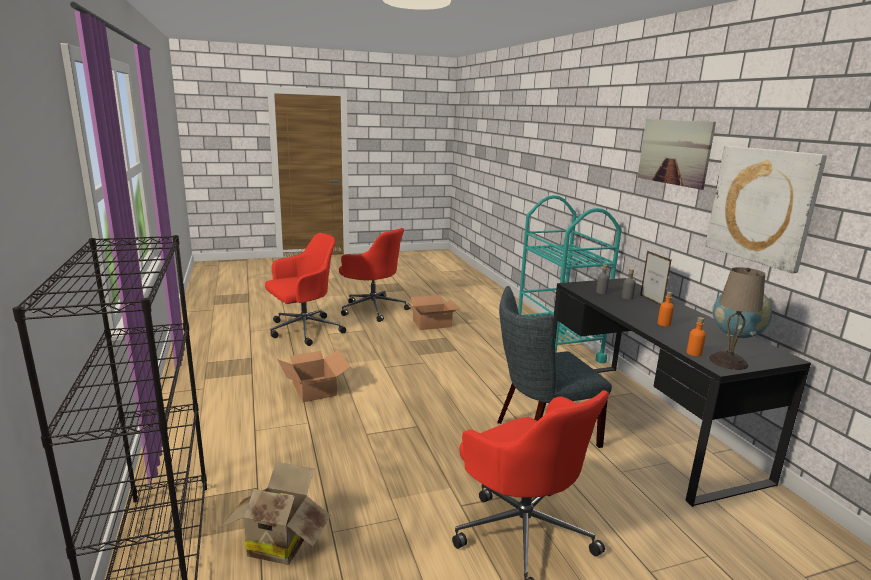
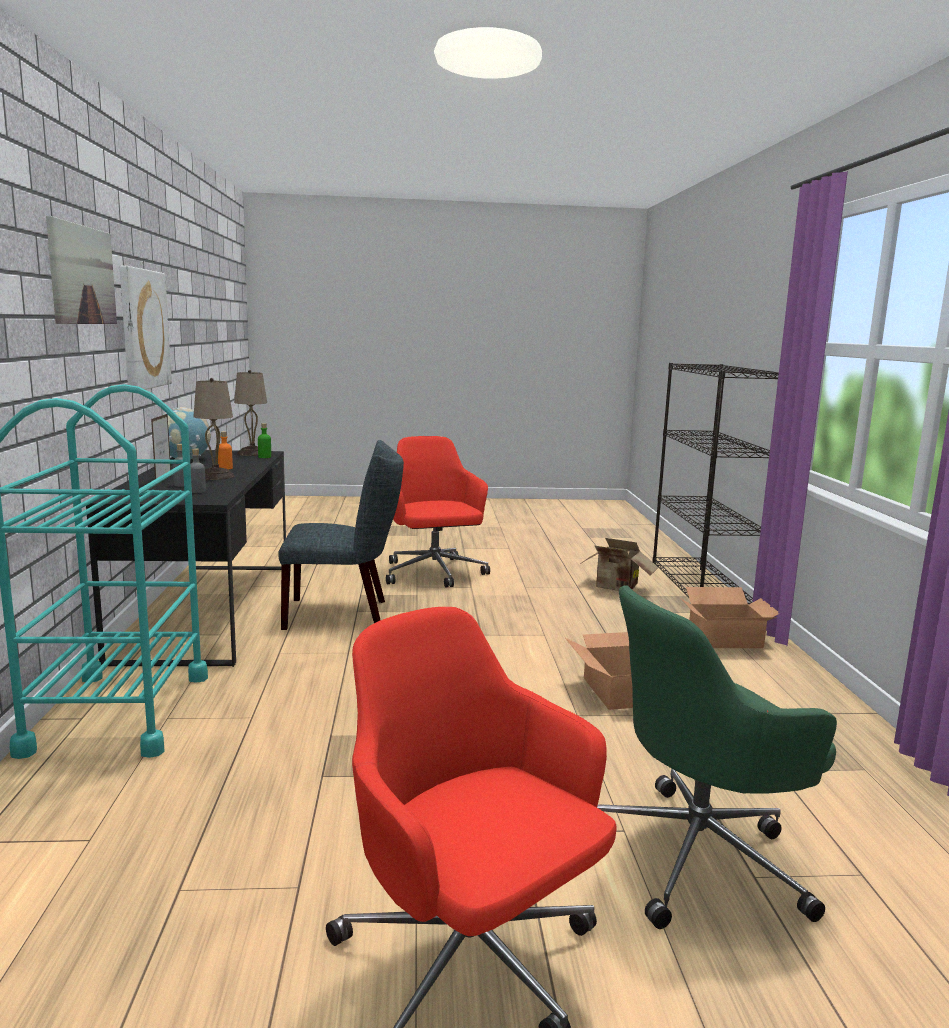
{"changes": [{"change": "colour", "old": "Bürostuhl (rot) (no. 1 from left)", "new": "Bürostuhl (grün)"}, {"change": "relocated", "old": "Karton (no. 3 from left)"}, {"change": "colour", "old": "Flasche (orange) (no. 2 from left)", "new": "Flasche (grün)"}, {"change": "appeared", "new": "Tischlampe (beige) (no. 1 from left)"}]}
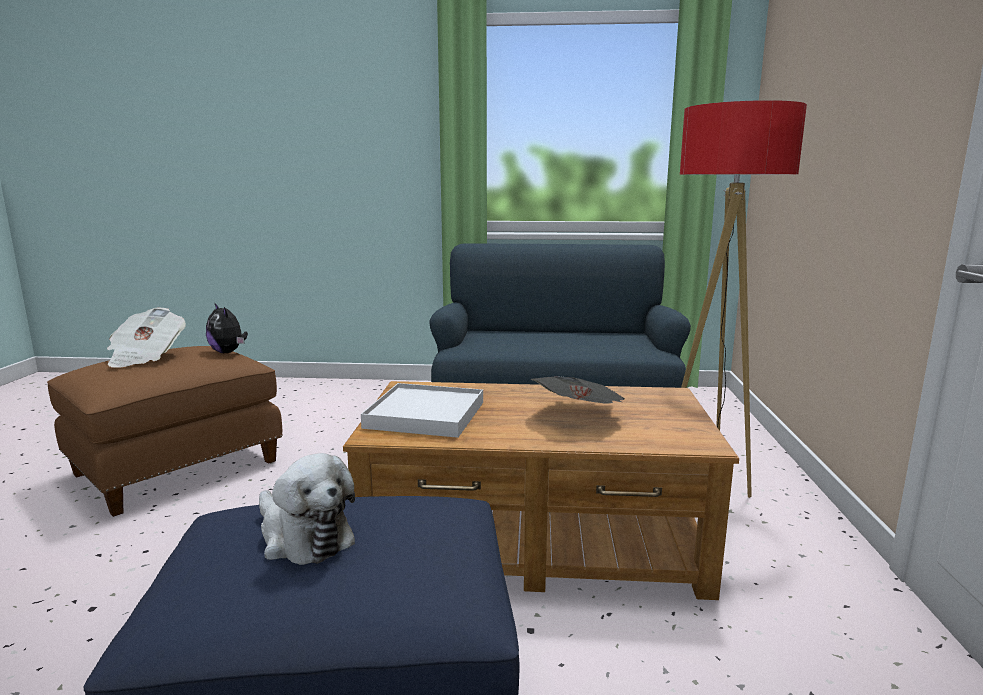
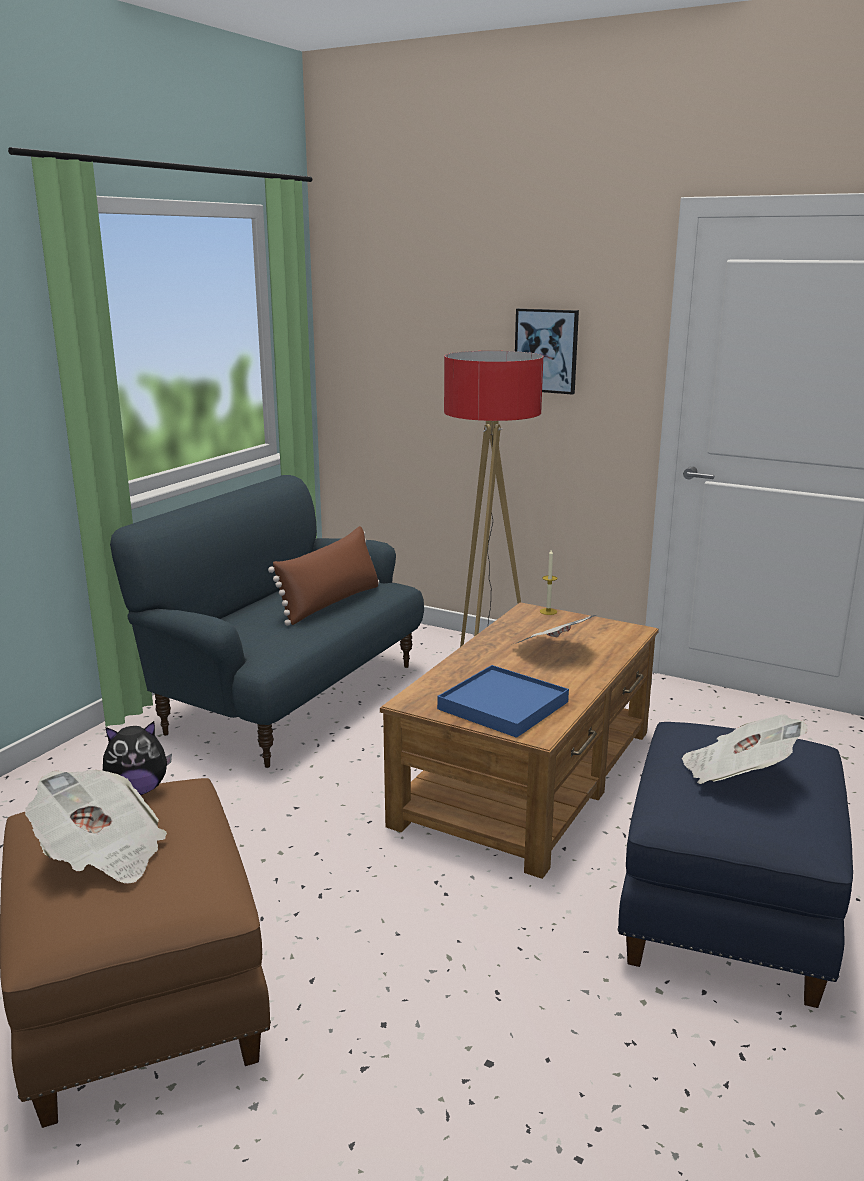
{"changes": [{"change": "colour", "old": "Tablett (weiß)", "new": "Tablett (blau)"}, {"change": "exchanged", "old": "Plüschtier (no. 2 from left)", "new": "Zeitung (no. 3 from left)"}, {"change": "appeared", "new": "Bild"}, {"change": "appeared", "new": "Kissen (braun)"}, {"change": "appeared", "new": "Kerze"}]}
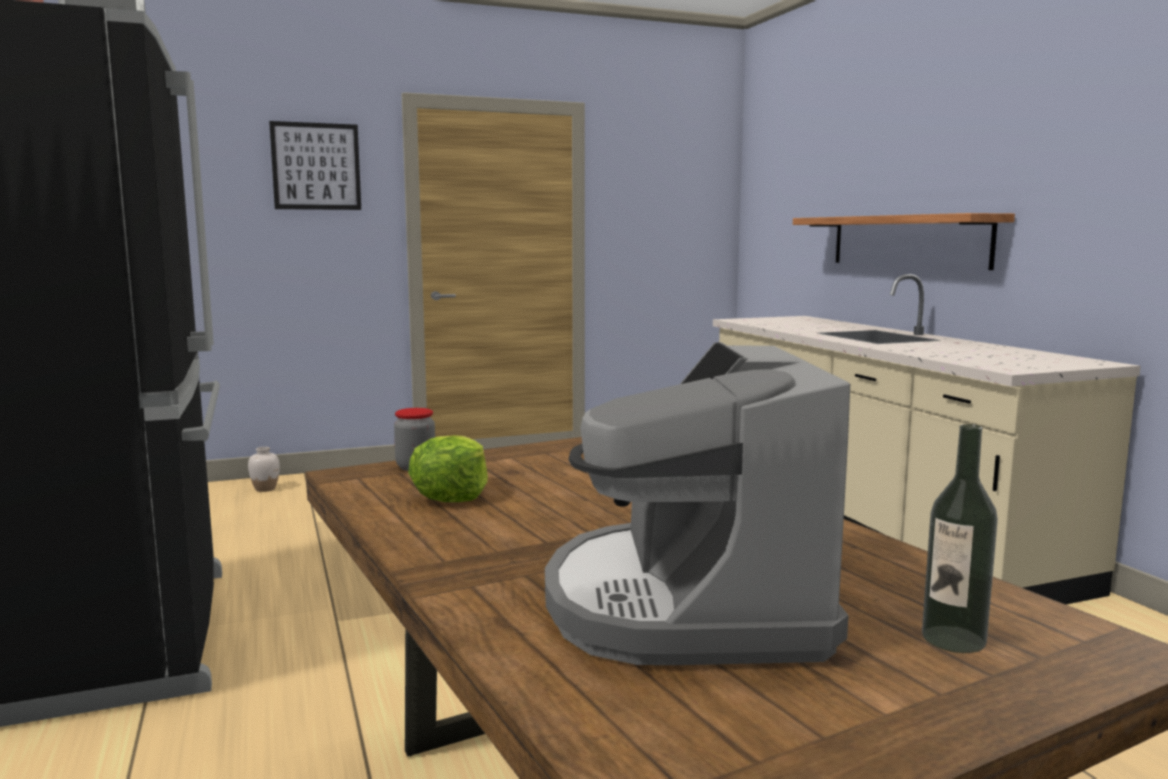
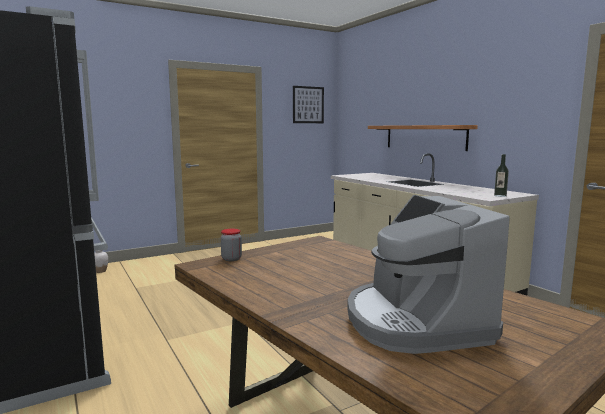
{"changes": [{"change": "relocated", "old": "Bild"}, {"change": "relocated", "old": "Flasche"}, {"change": "missing", "old": "Salatkopf"}]}
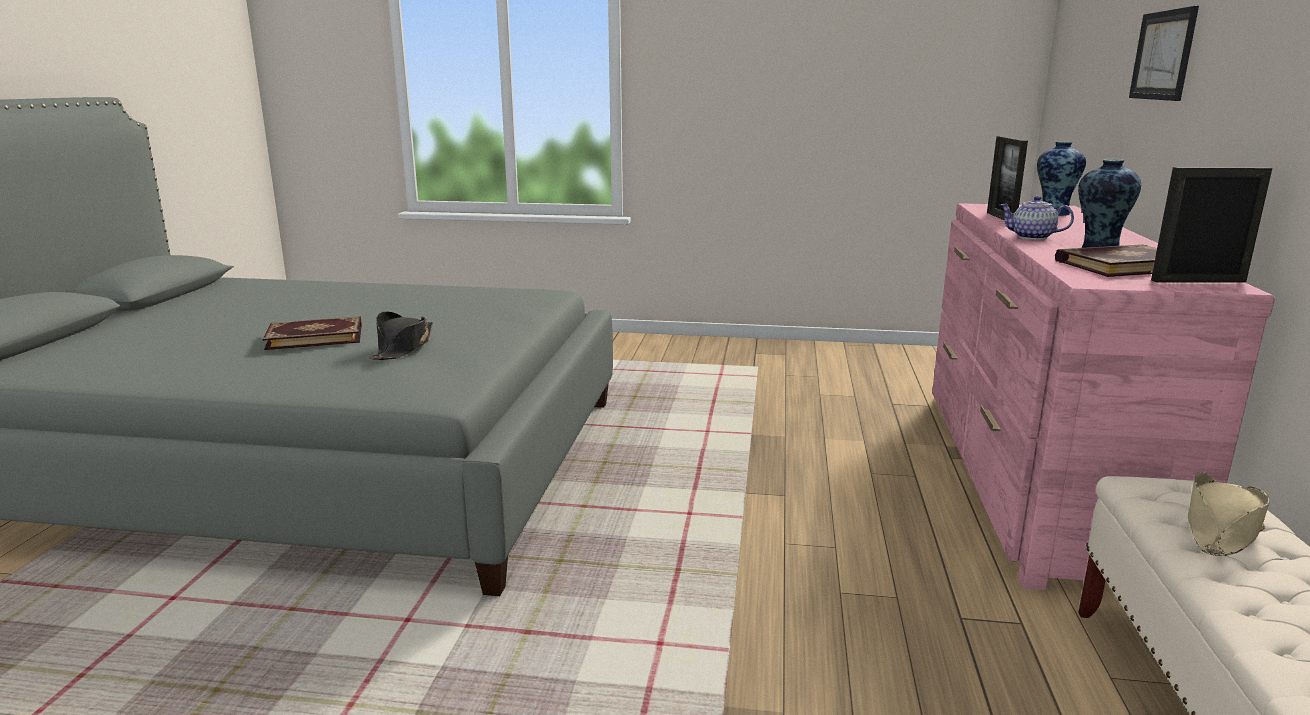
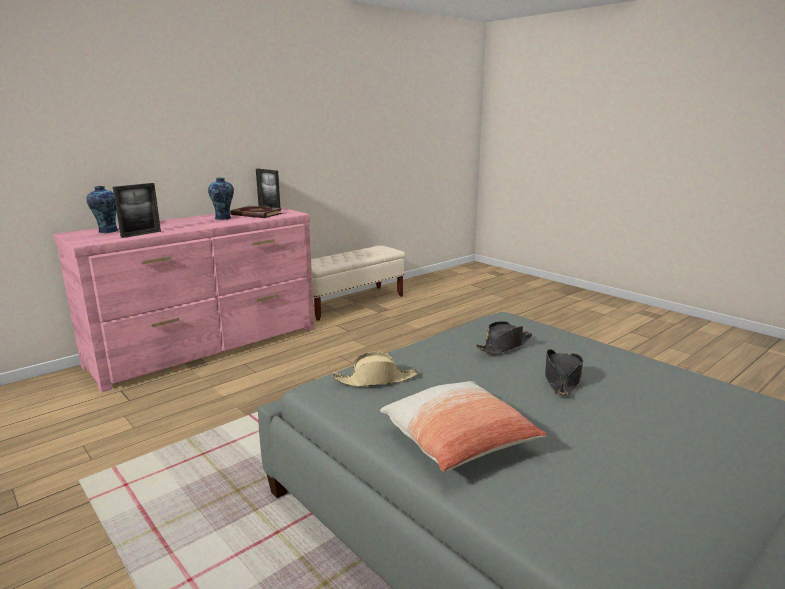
{"changes": [{"change": "missing", "old": "Bild"}, {"change": "missing", "old": "Teekanne"}, {"change": "exchanged", "old": "Buch (no. 1 from left)", "new": "Hut (schwarz) (no. 2 from left)"}, {"change": "relocated", "old": "Hut (beige)"}, {"change": "appeared", "new": "Kissen"}]}
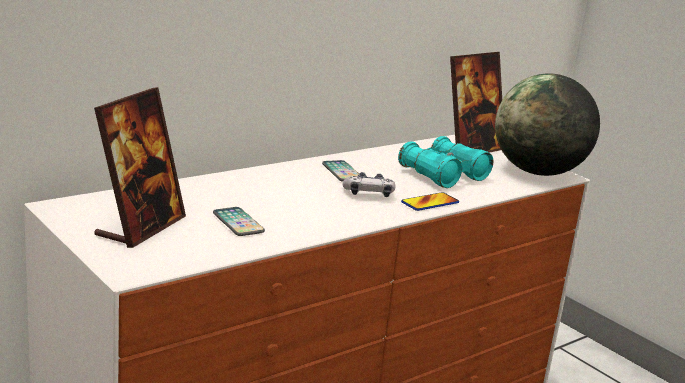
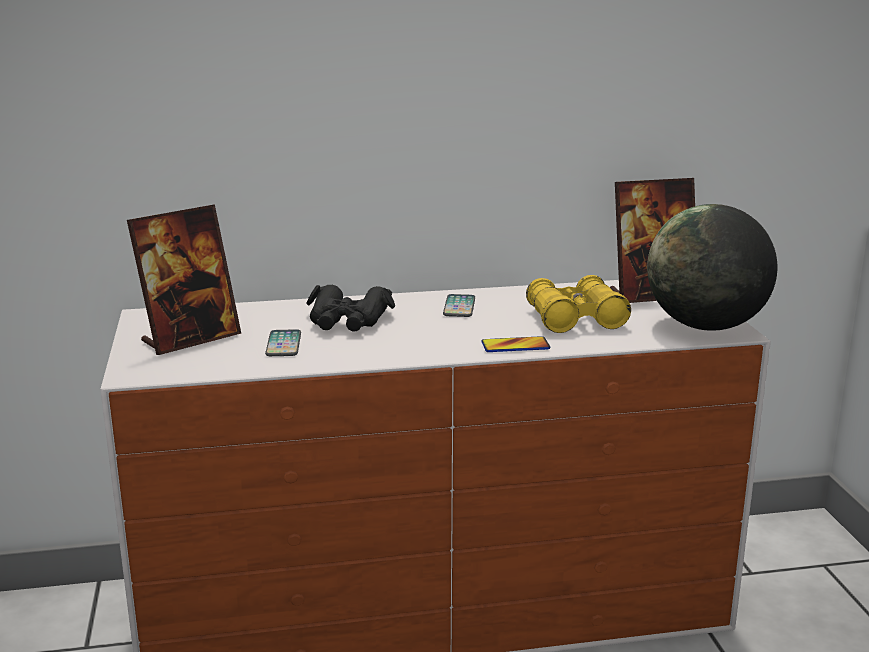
{"changes": [{"change": "colour", "old": "Fernglas (türkis)", "new": "Fernglas (gelb)"}, {"change": "missing", "old": "Gamepad"}, {"change": "appeared", "new": "Fernglas (schwarz)"}]}
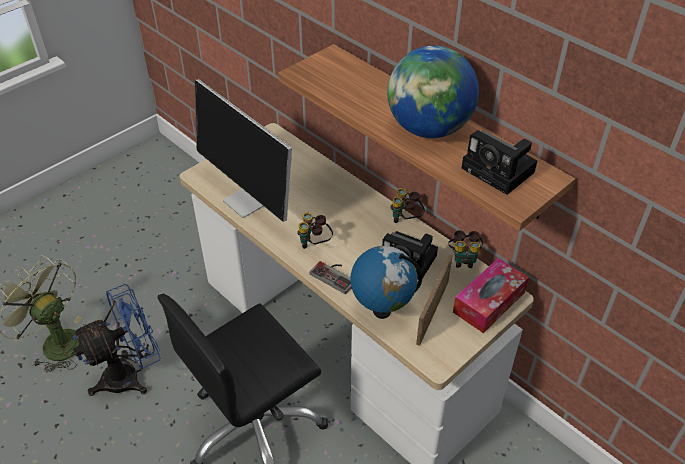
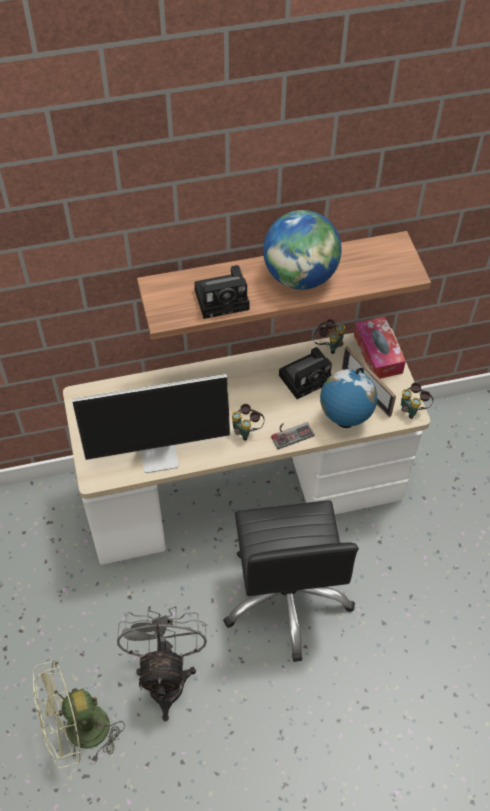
{"changes": [{"change": "relocated", "old": "Kamera (no. 2 from left in the first image)", "new": "Kamera (no. 1 from left)"}, {"change": "relocated", "old": "Fernglas (no. 2 from left in the first image)", "new": "Fernglas (no. 3 from left)"}, {"change": "colour", "old": "Ventilator (blau)", "new": "Ventilator (grau)"}]}
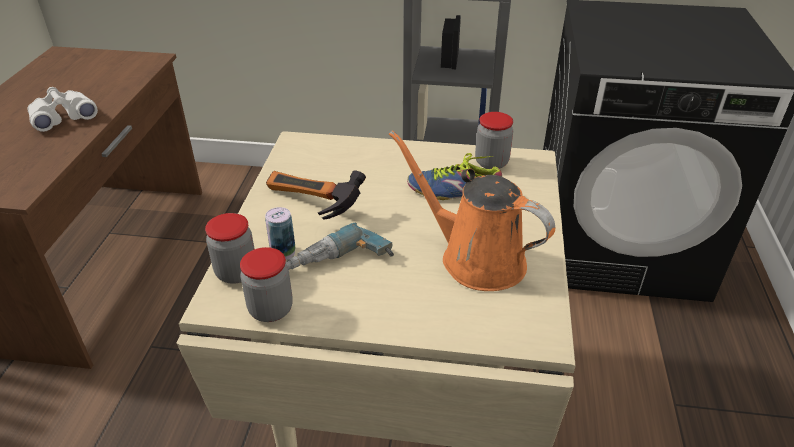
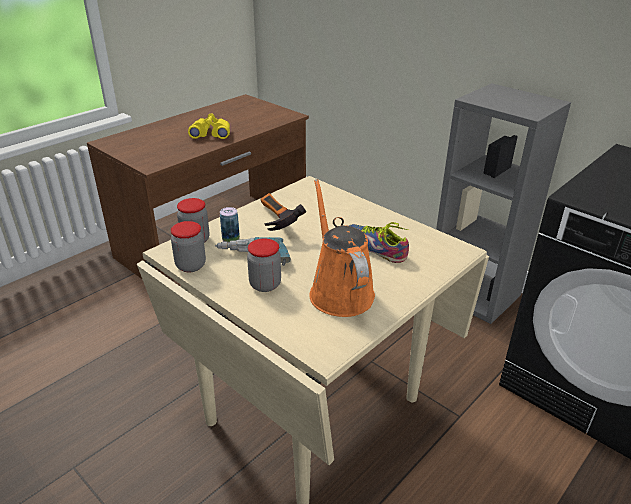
{"changes": [{"change": "colour", "old": "Fernglas (weiß)", "new": "Fernglas (gelb)"}, {"change": "relocated", "old": "Vorratsglas (no. 3 from left)"}]}
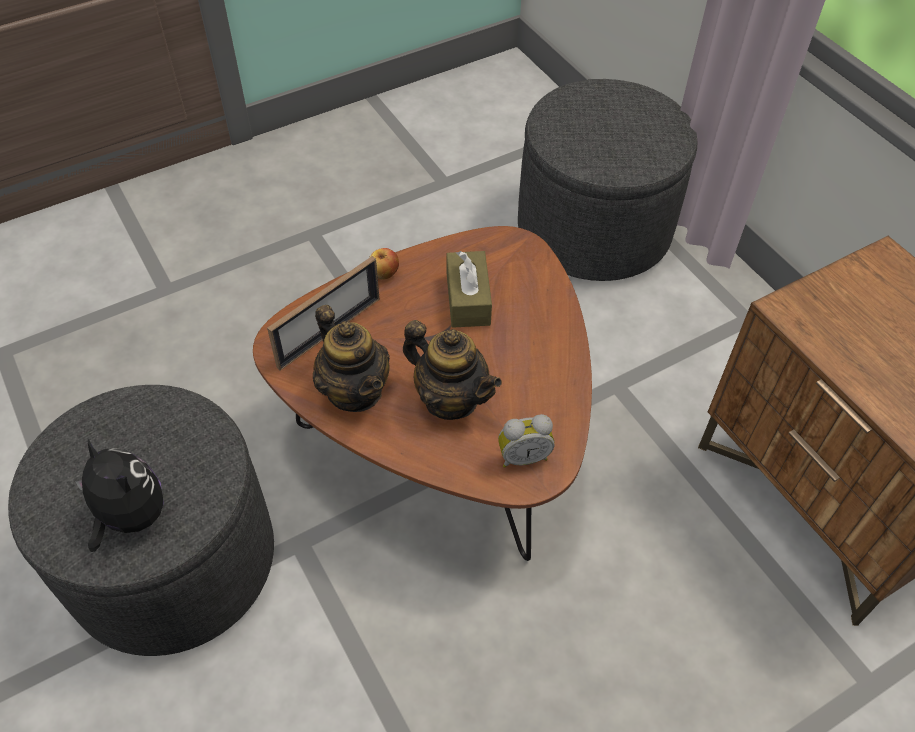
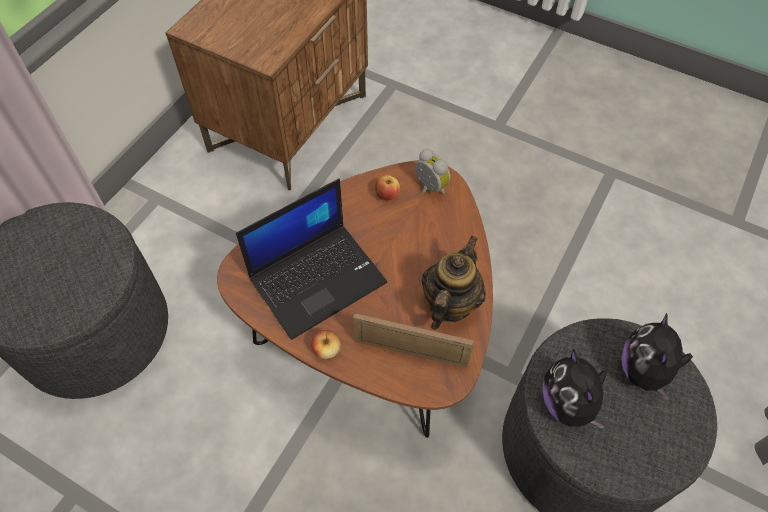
{"changes": [{"change": "exchanged", "old": "Taschentuchbox (braun)", "new": "Laptop"}, {"change": "missing", "old": "Teekanne (no. 2 from left)"}, {"change": "appeared", "new": "Apfel (no. 2 from left)"}, {"change": "appeared", "new": "Plüschtier (no. 1 from left)"}]}
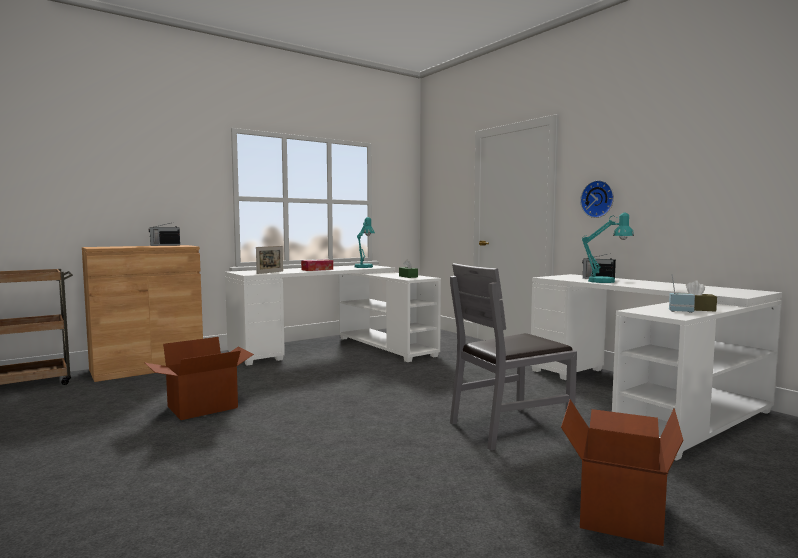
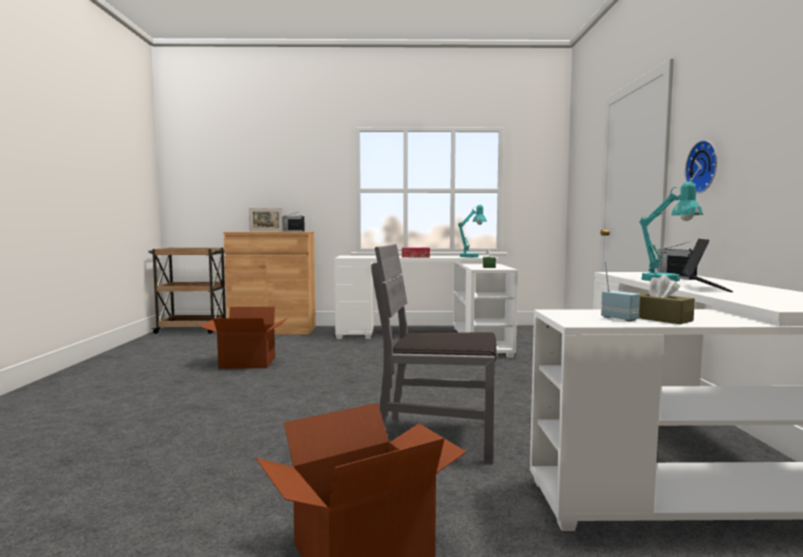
{"changes": [{"change": "relocated", "old": "Bilderrahmen"}, {"change": "appeared", "new": "Laptop"}]}
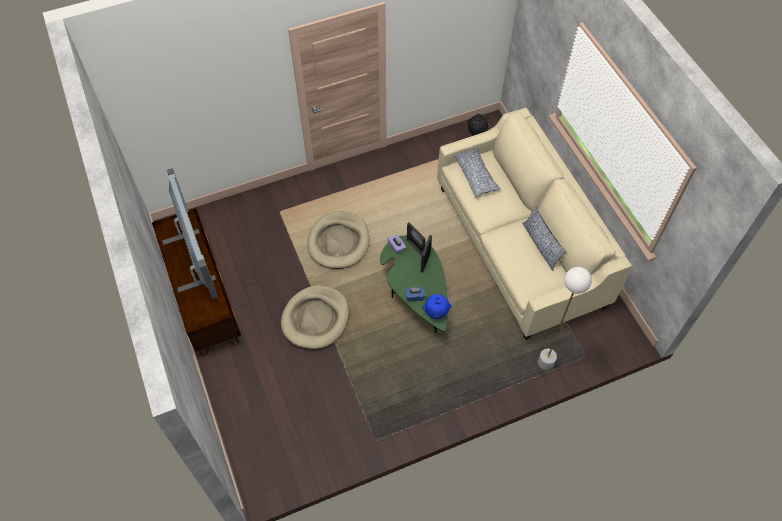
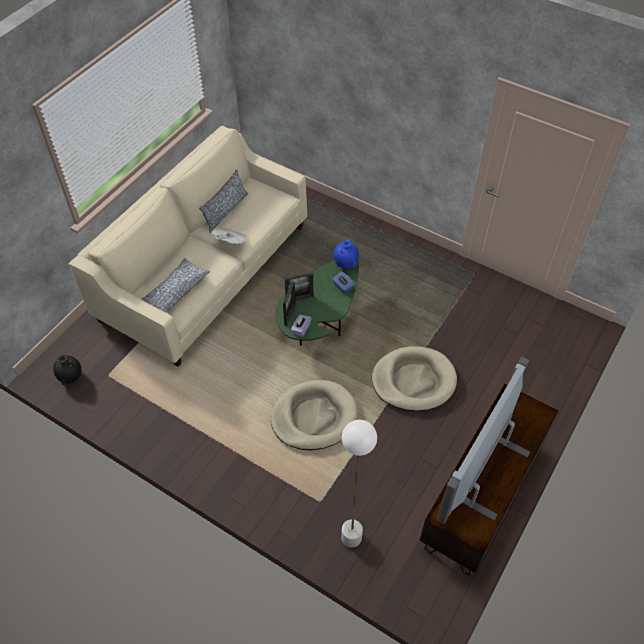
{"changes": [{"change": "relocated", "old": "Stehlampe (weiß)"}, {"change": "appeared", "new": "Zeitung"}]}
